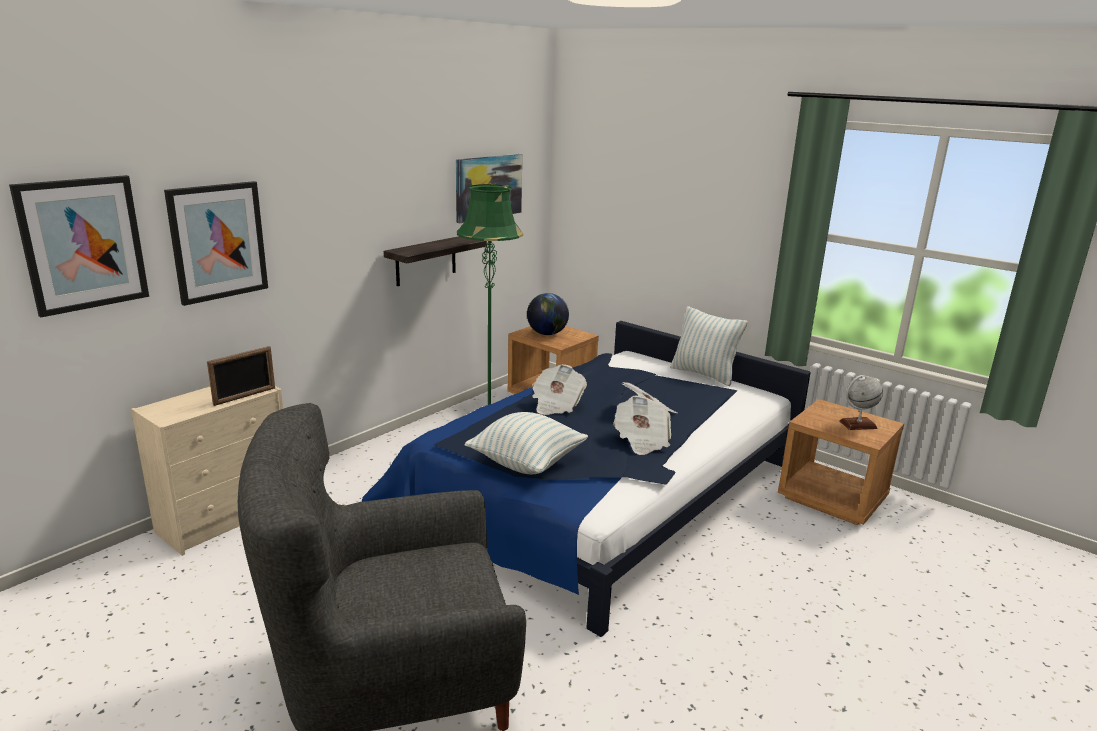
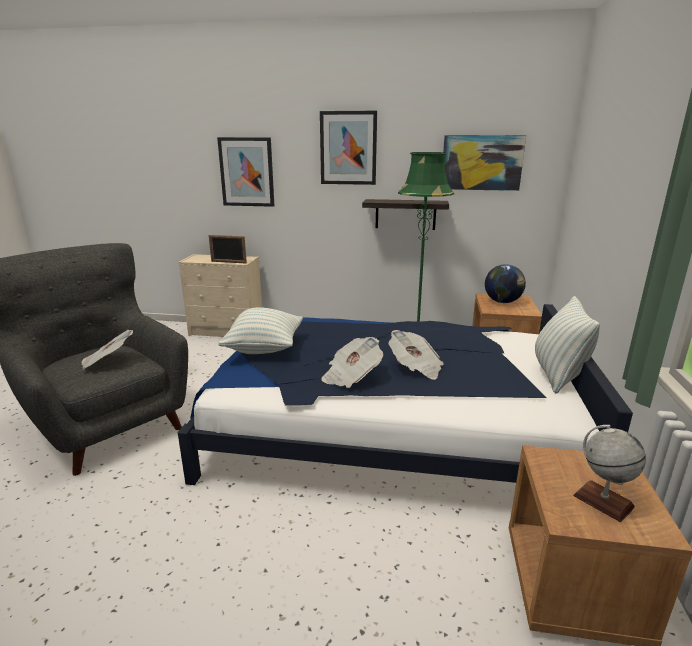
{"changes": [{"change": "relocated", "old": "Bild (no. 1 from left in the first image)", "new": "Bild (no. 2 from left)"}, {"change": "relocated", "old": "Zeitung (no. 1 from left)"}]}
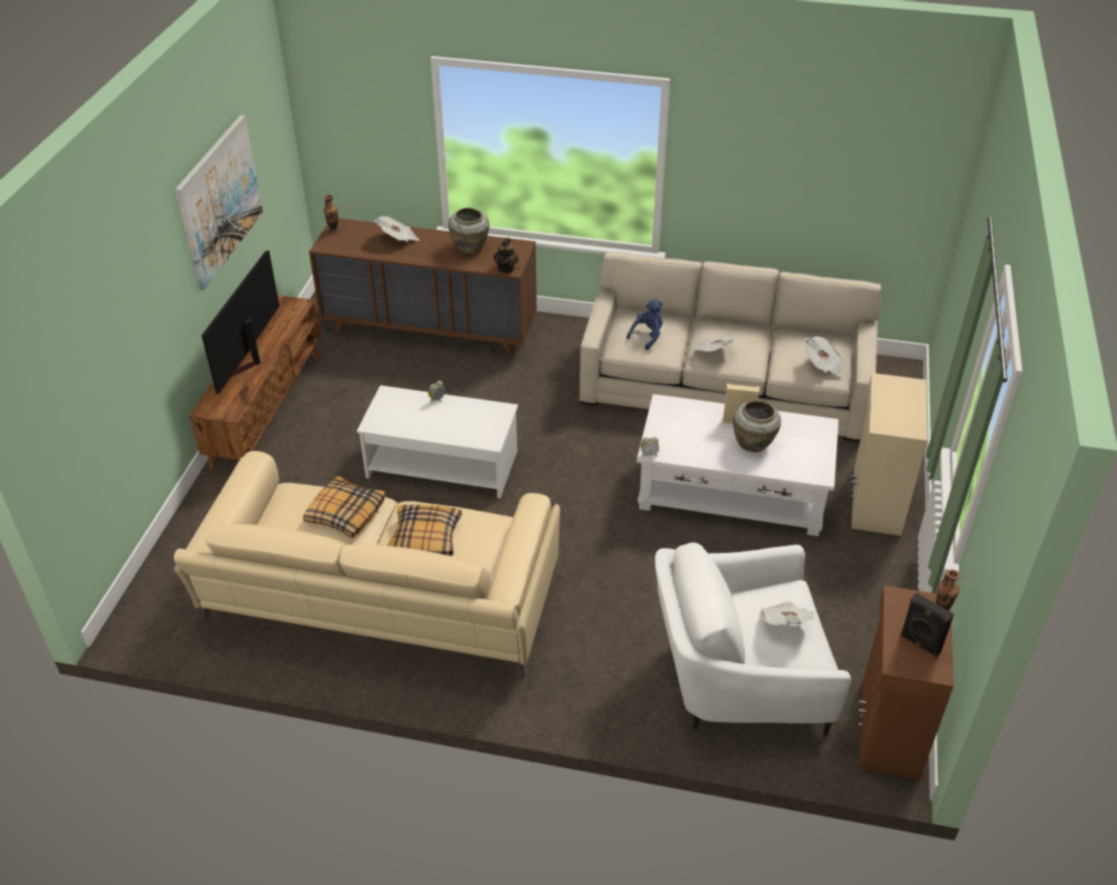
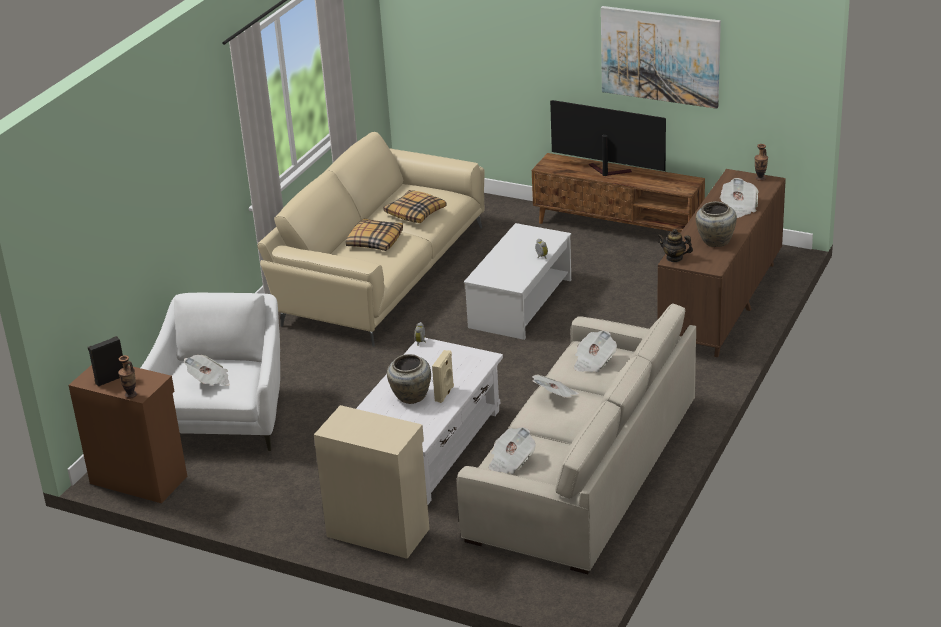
{"changes": [{"change": "exchanged", "old": "Plüschtier (blau)", "new": "Zeitung (no. 4 from left)"}]}
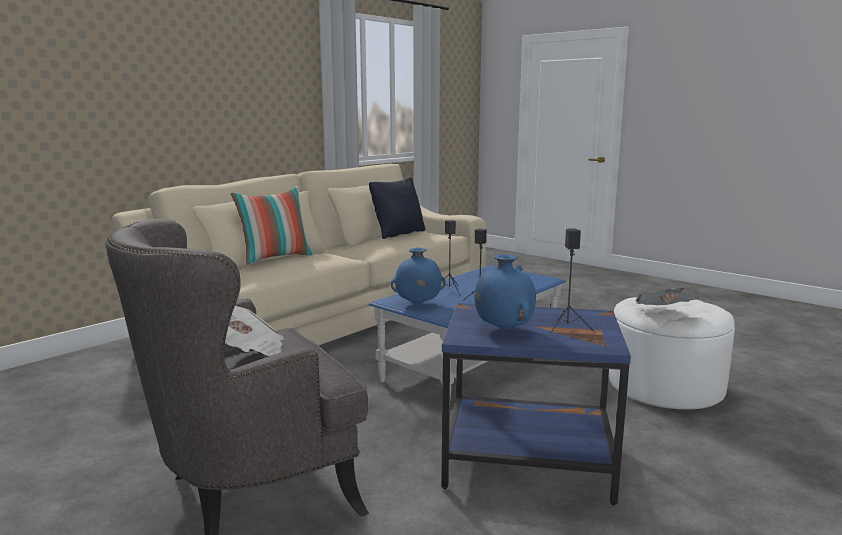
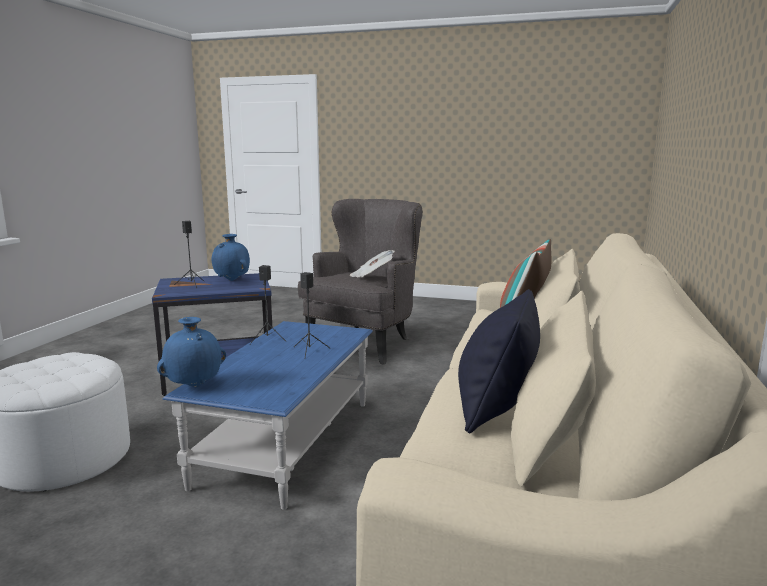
{"changes": [{"change": "relocated", "old": "Vase (blau) (no. 1 from left)"}, {"change": "missing", "old": "Zeitung (no. 2 from left)"}]}
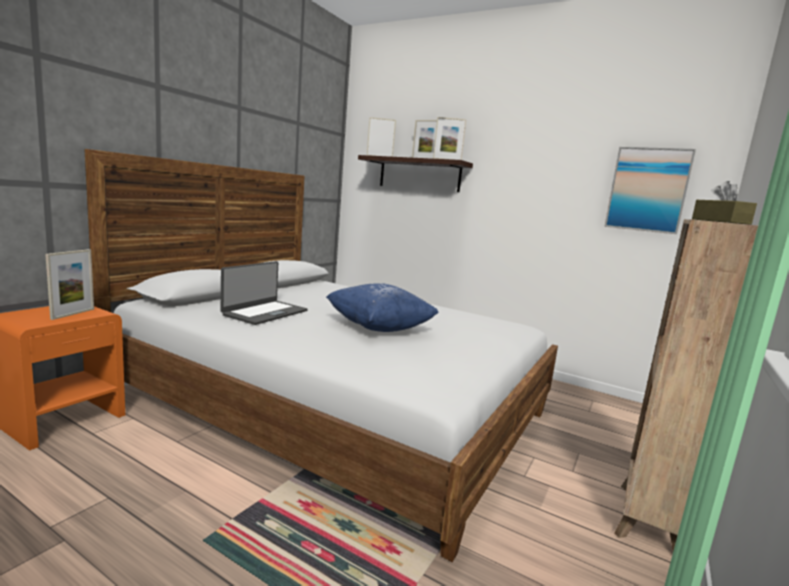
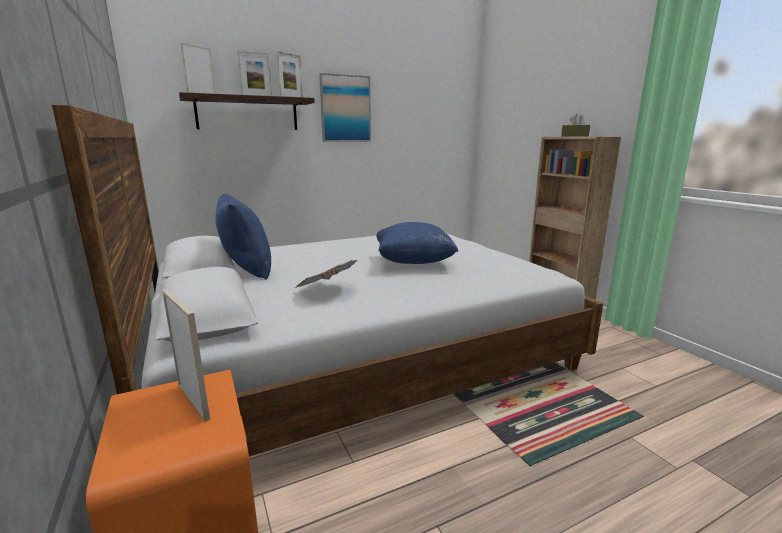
{"changes": [{"change": "relocated", "old": "Bild"}, {"change": "exchanged", "old": "Laptop", "new": "Zeitung"}, {"change": "appeared", "new": "Kissen (blau) (no. 1 from left)"}]}
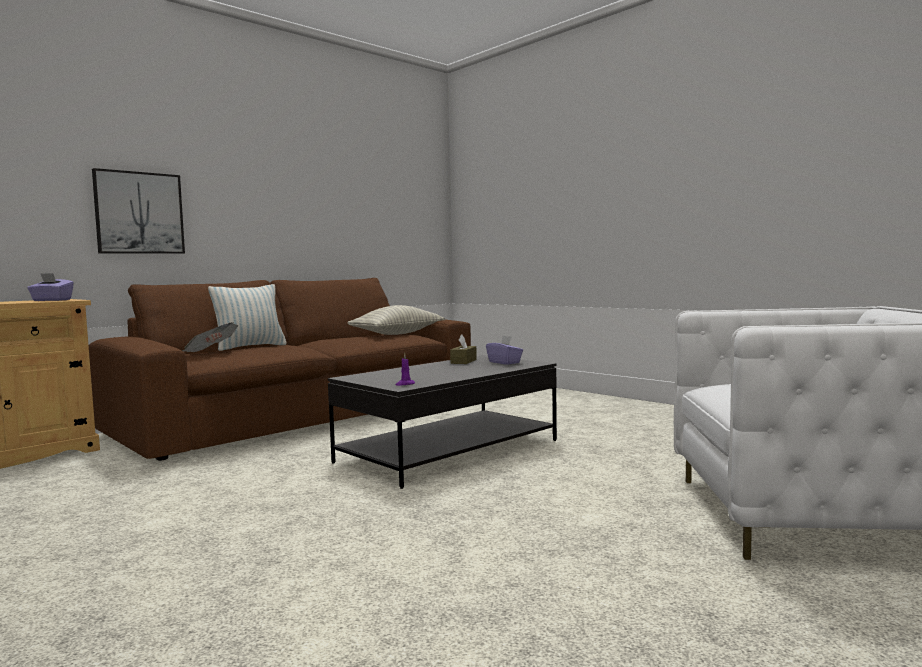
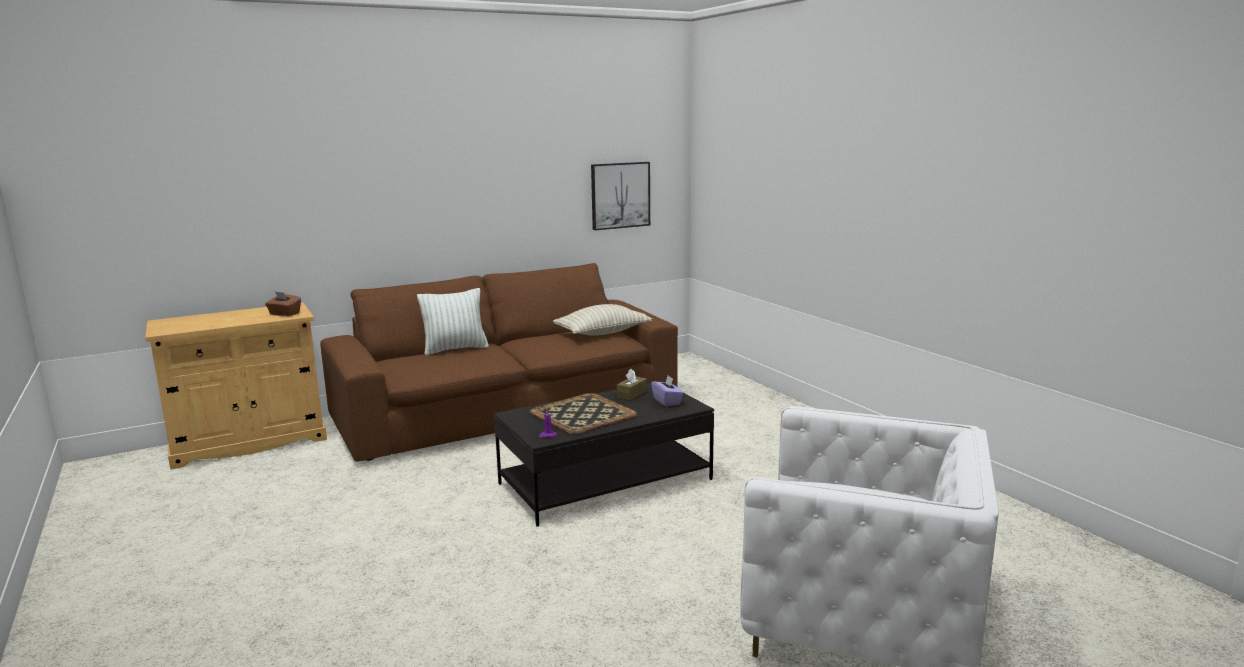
{"changes": [{"change": "relocated", "old": "Bild"}, {"change": "colour", "old": "Taschentuchbox (lila) (no. 1 from left)", "new": "Taschentuchbox (braun) (no. 1 from left)"}, {"change": "missing", "old": "Zeitung"}, {"change": "appeared", "new": "Tablett"}]}
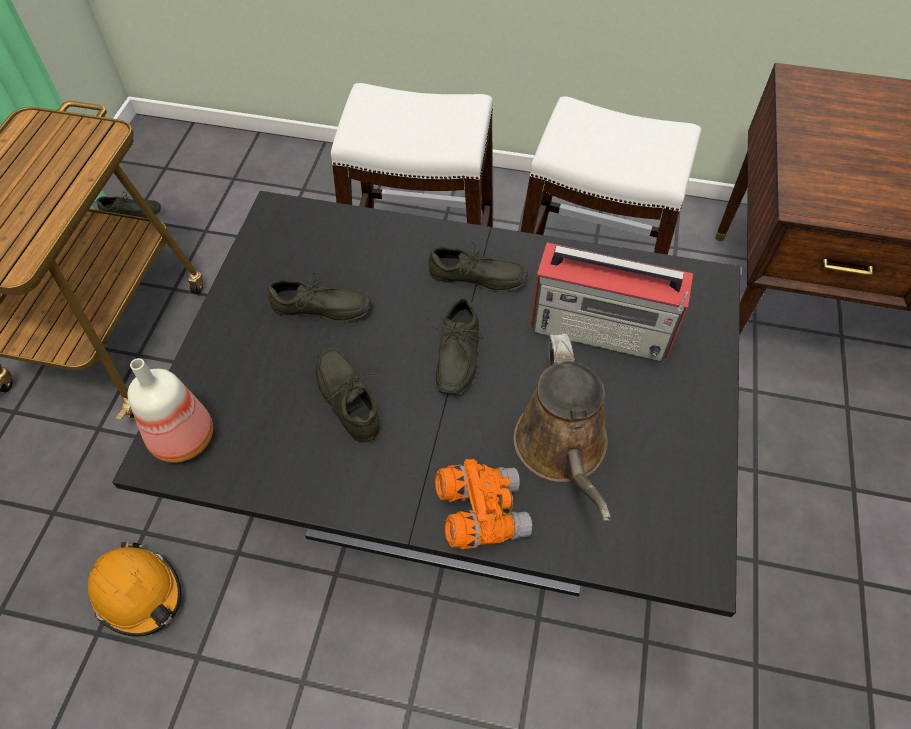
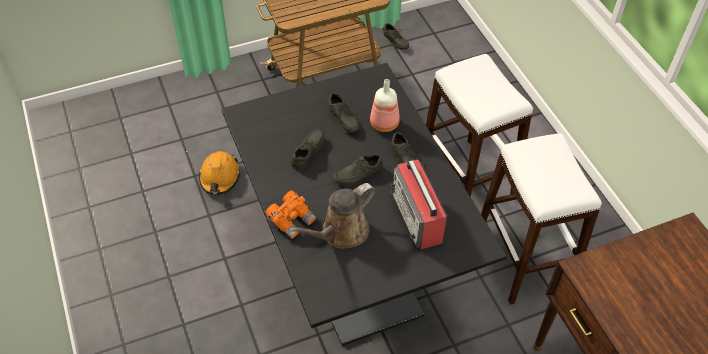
{"changes": [{"change": "relocated", "old": "Flasche"}]}
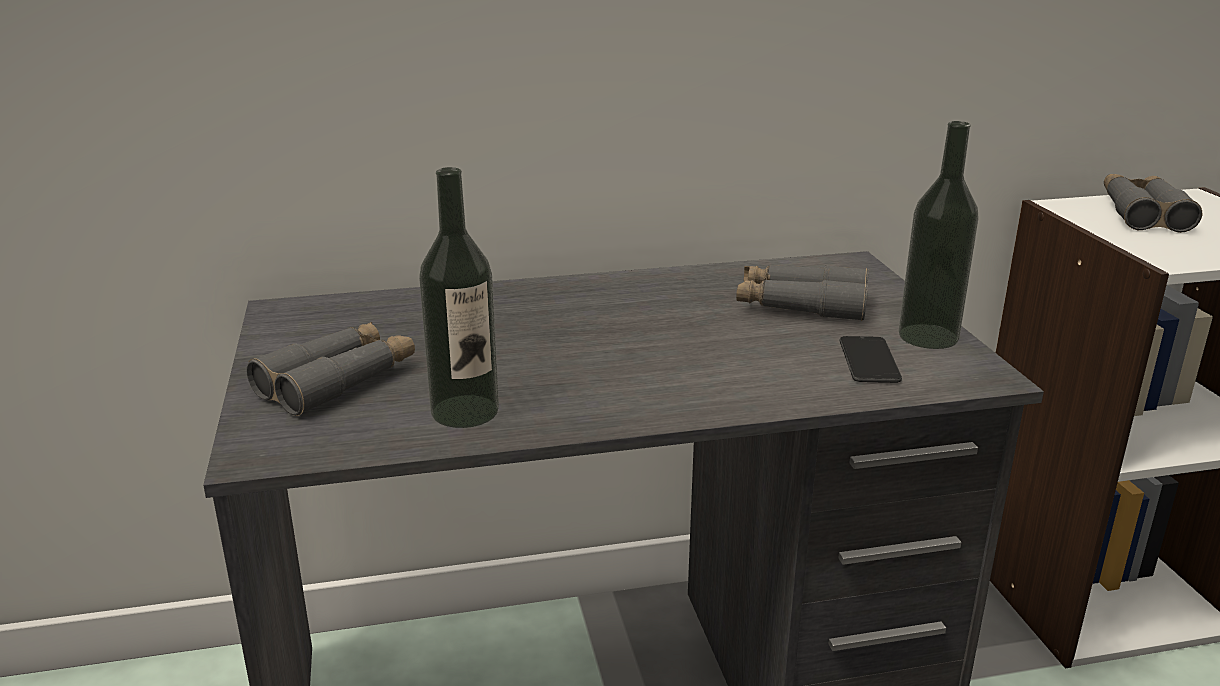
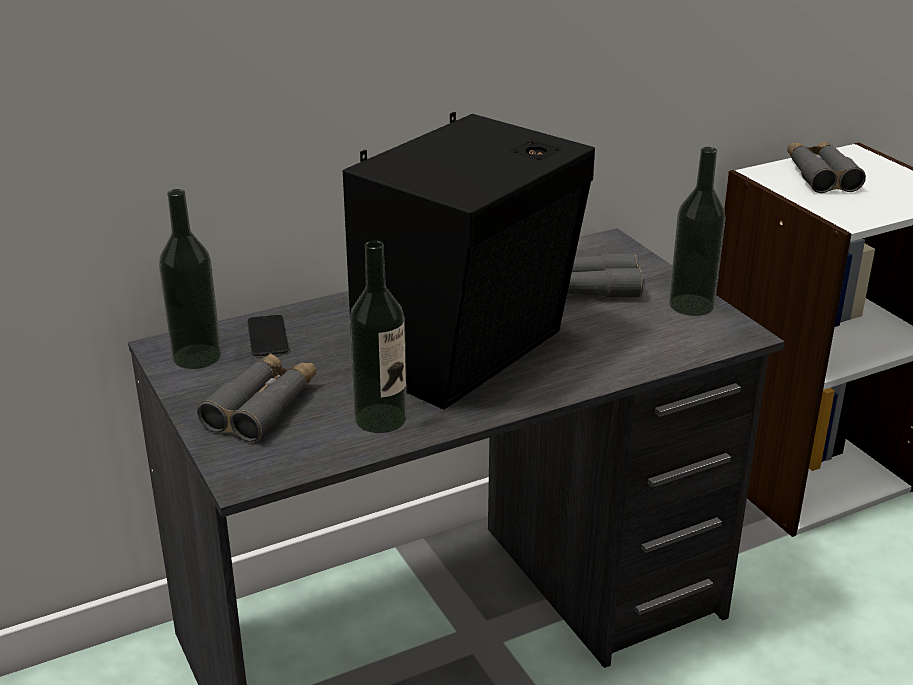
{"changes": [{"change": "relocated", "old": "Handy"}, {"change": "appeared", "new": "Lautsprecher (schwarz)"}, {"change": "appeared", "new": "Flasche (no. 1 from left)"}]}
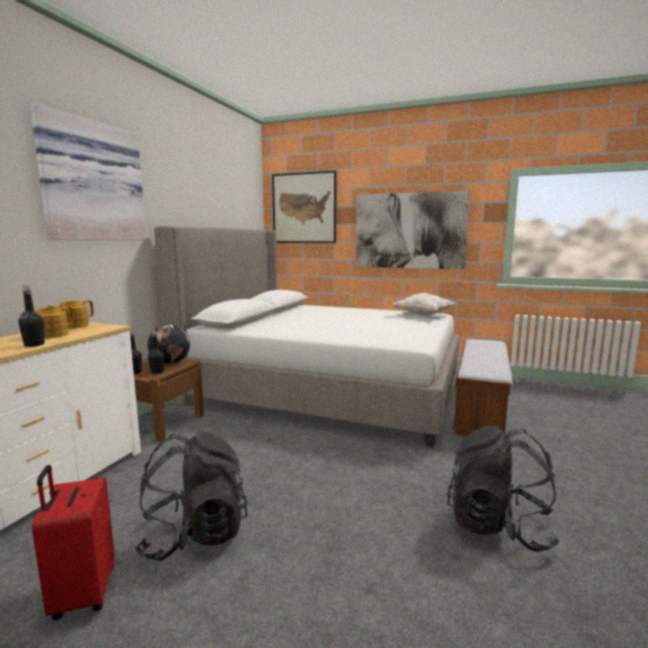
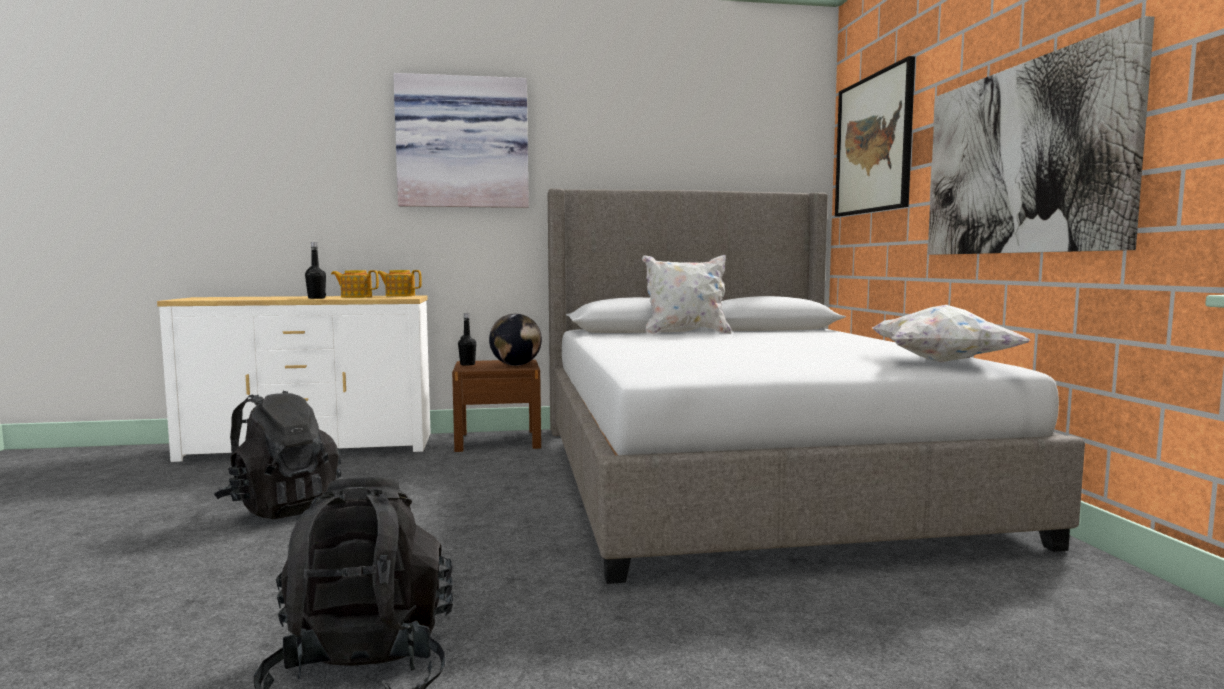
{"changes": [{"change": "missing", "old": "Flasche (schwarz) (no. 3 from left)"}, {"change": "missing", "old": "Bank"}, {"change": "missing", "old": "Koffer (rot)"}, {"change": "appeared", "new": "Kissen (weiß) (no. 1 from left)"}]}
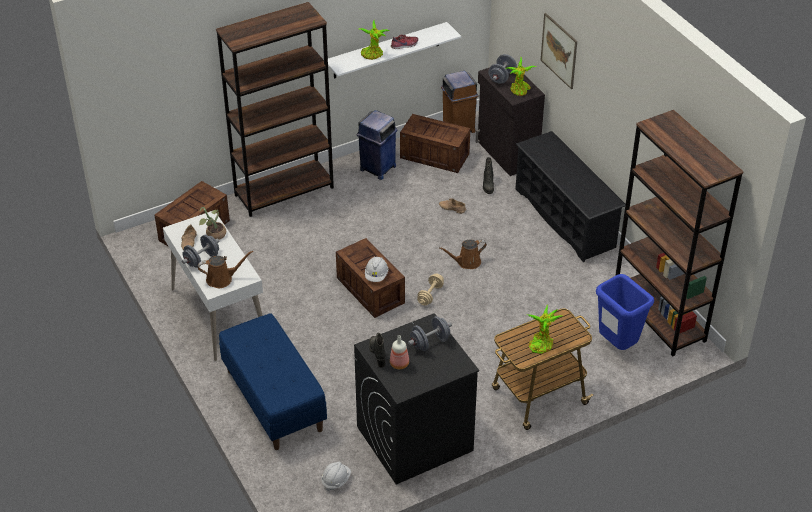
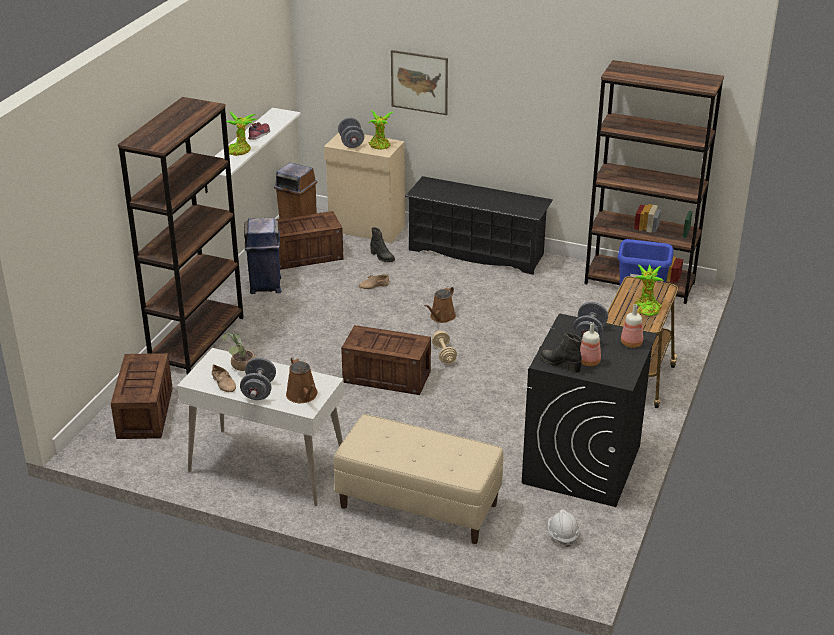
{"changes": [{"change": "colour", "old": "Schrank (schwarz)", "new": "Schrank (beige)"}, {"change": "spun", "old": "Gießkanne (braun) (no. 1 from left)", "degrees": 120}, {"change": "missing", "old": "Schutzhelm (weiß) (no. 2 from left)"}, {"change": "colour", "old": "Bank (blau)", "new": "Bank (beige)"}, {"change": "appeared", "new": "Flasche (no. 2 from left)"}]}
